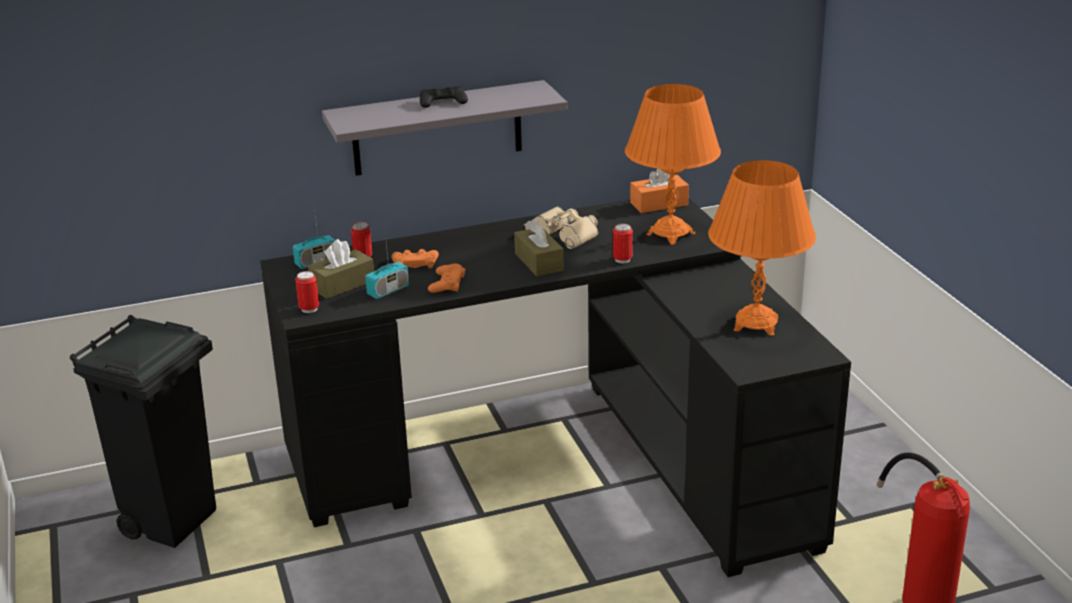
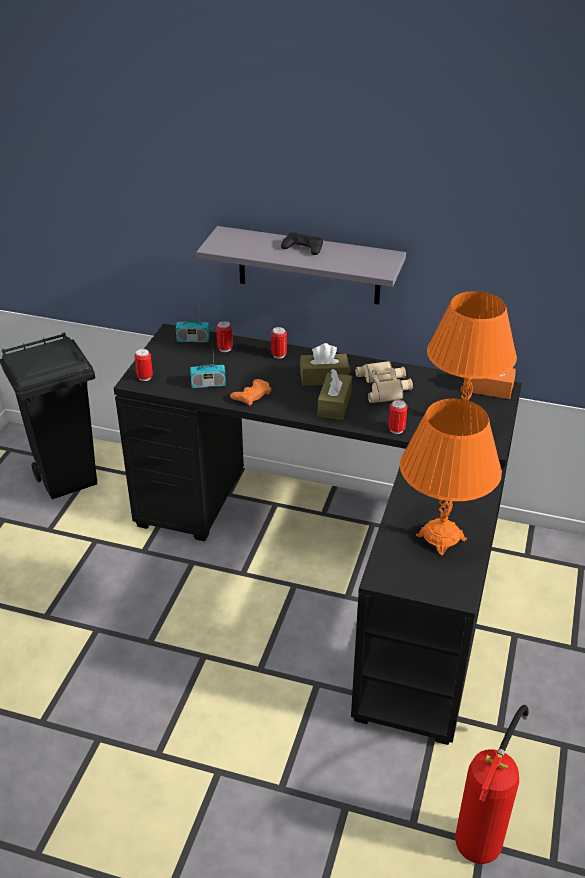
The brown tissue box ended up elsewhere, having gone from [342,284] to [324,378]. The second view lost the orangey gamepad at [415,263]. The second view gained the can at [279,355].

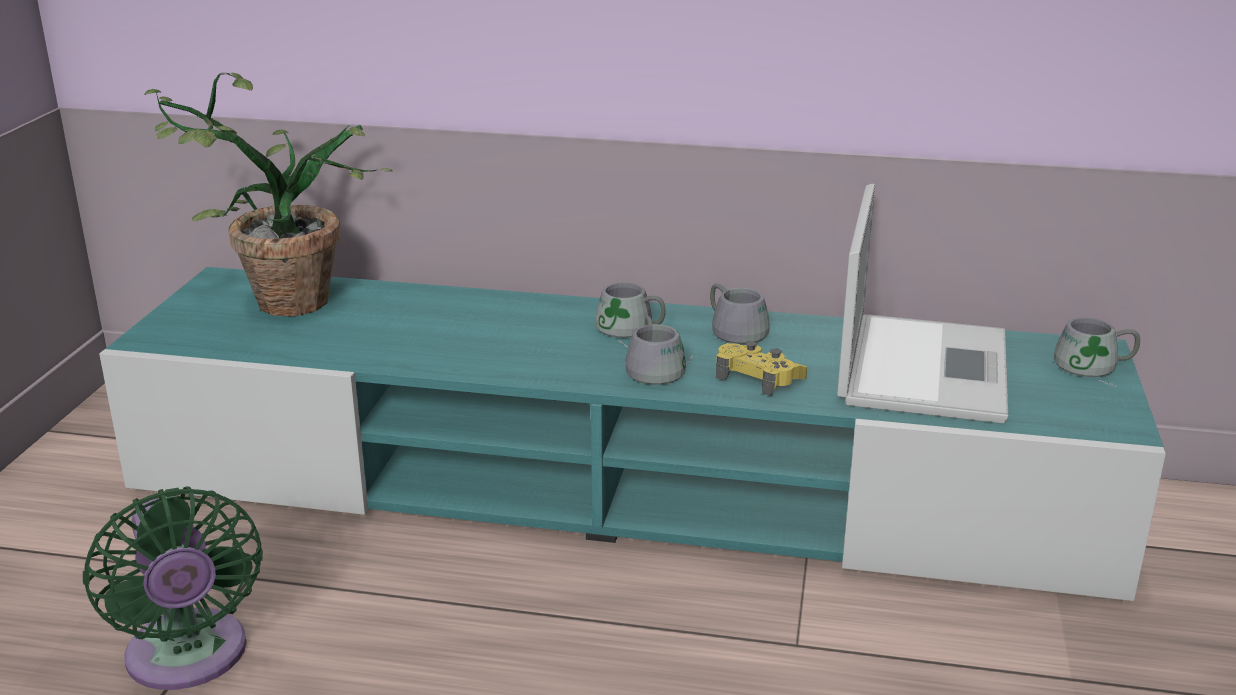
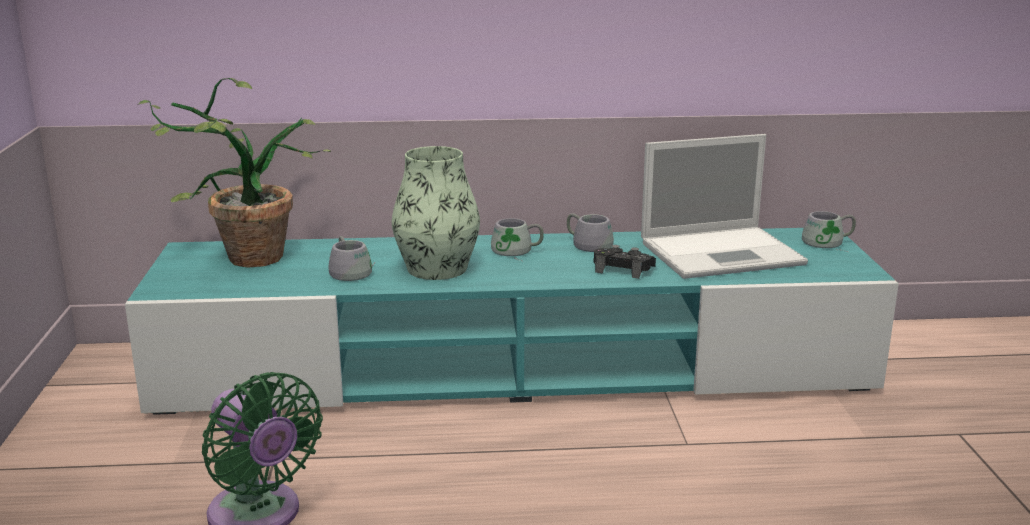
The greyish tea mug ended up elsewhere, having gone from [660,367] to [353,271]. What was the yellow gamepad at [758,377] turned into the black gamepad at [623,269]. The notebook computer at [922,366] ended up facing another way, 75 degrees clockwise from before. The second view gained the decorative vase at [437,268].

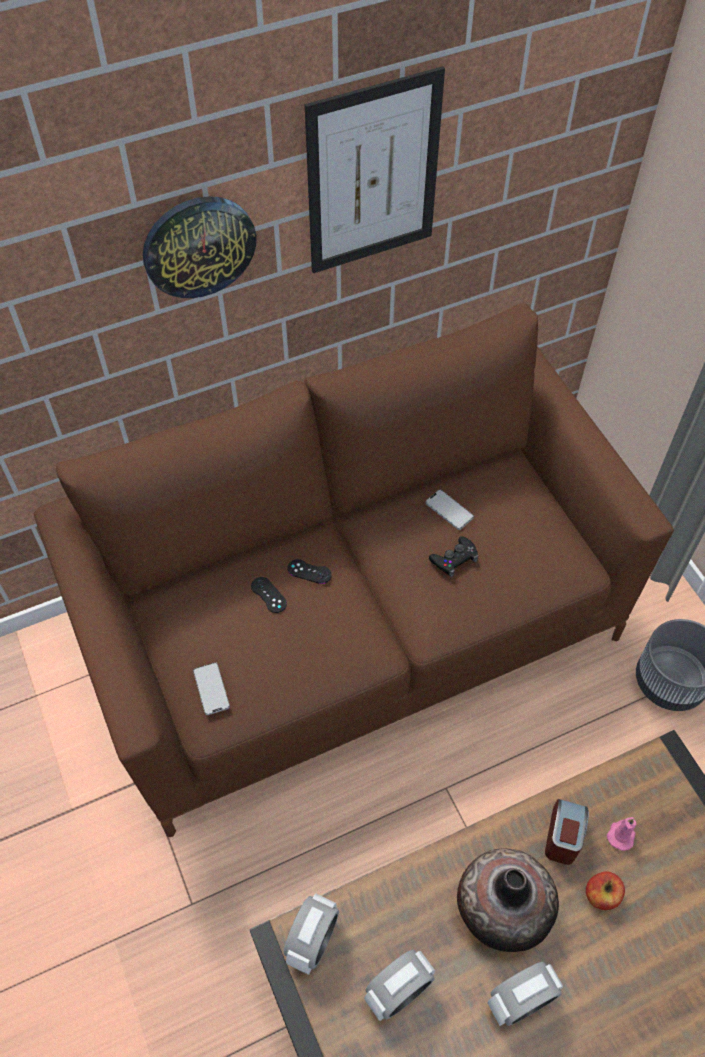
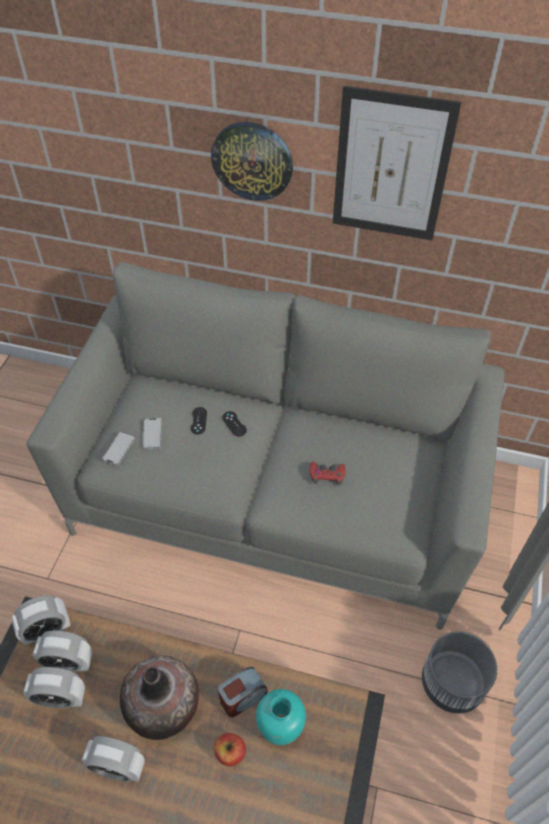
What was the brown settee at [351,626] turned into the greyish settee at [274,496]. The handset ended up elsewhere, having gone from [449,510] to [152,434]. What was the black gamepad at [454,559] turned into the red gamepad at [327,475]. Where the pink wax candle stood at [621,834], the turquoise decorative vase came to stand at [280,728]. The second view gained the table clock at [69,662].

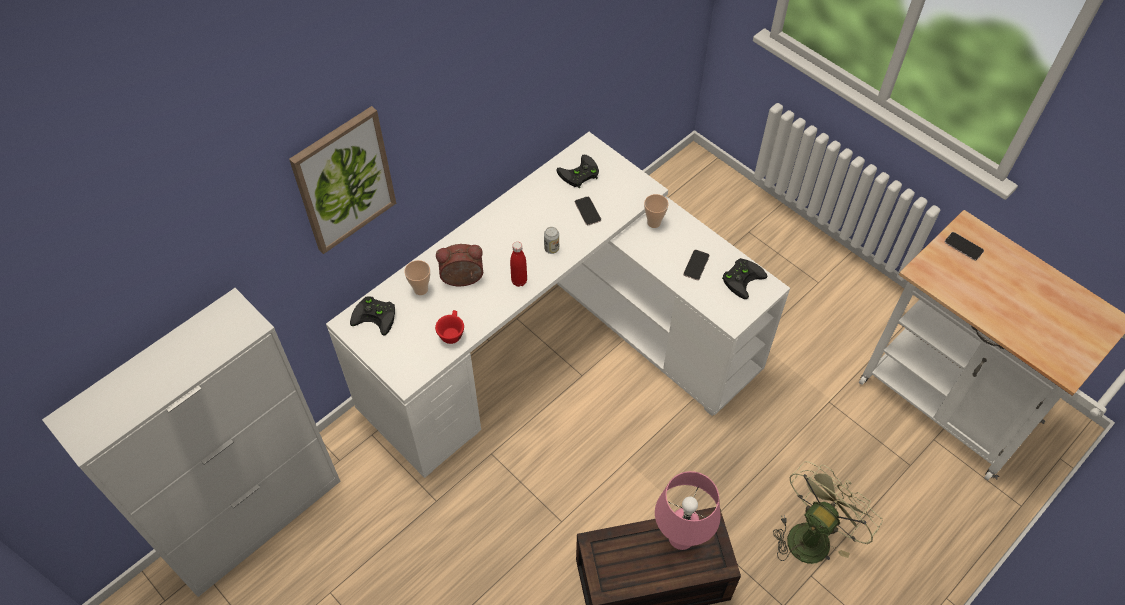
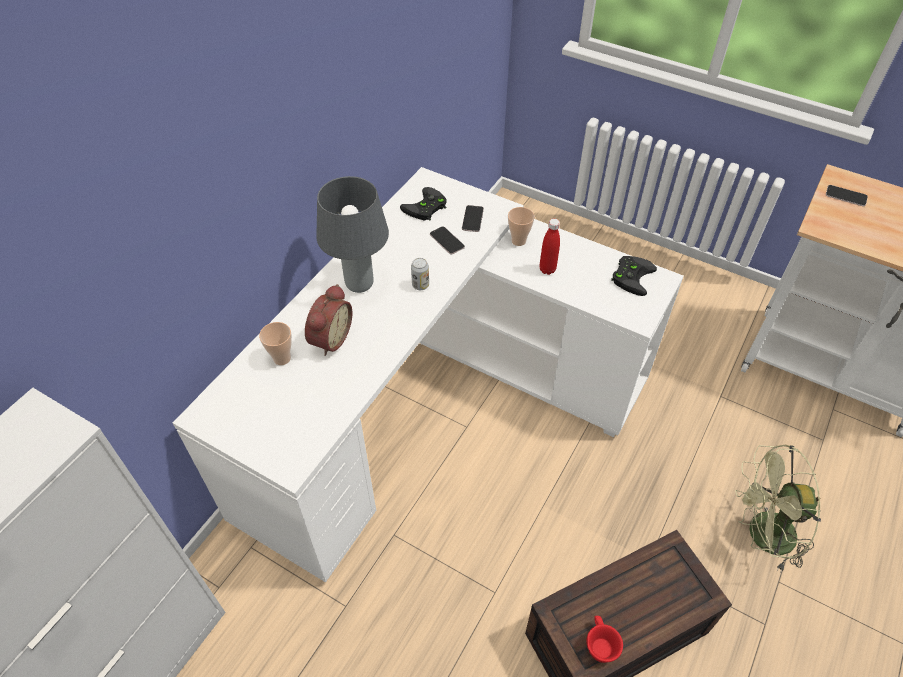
The second view lost the wall picture at [344,180]. The second view lost the black gamepad at [377,316]. The red small cup ended up elsewhere, having gone from [451,332] to [599,644]. The table clock at [462,280] ended up facing another way, 135 degrees clockwise from before. The red bottle ended up elsewhere, having gone from [519,281] to [547,269]. The second view lost the pink tabletop lamp at [680,539]. The handset ended up elsewhere, having gone from [696,265] to [472,219]. The green electric fan at [812,534] ended up facing another way, 120 degrees counterclockwise from before. The second view gained the greyish tabletop lamp at [360,284].

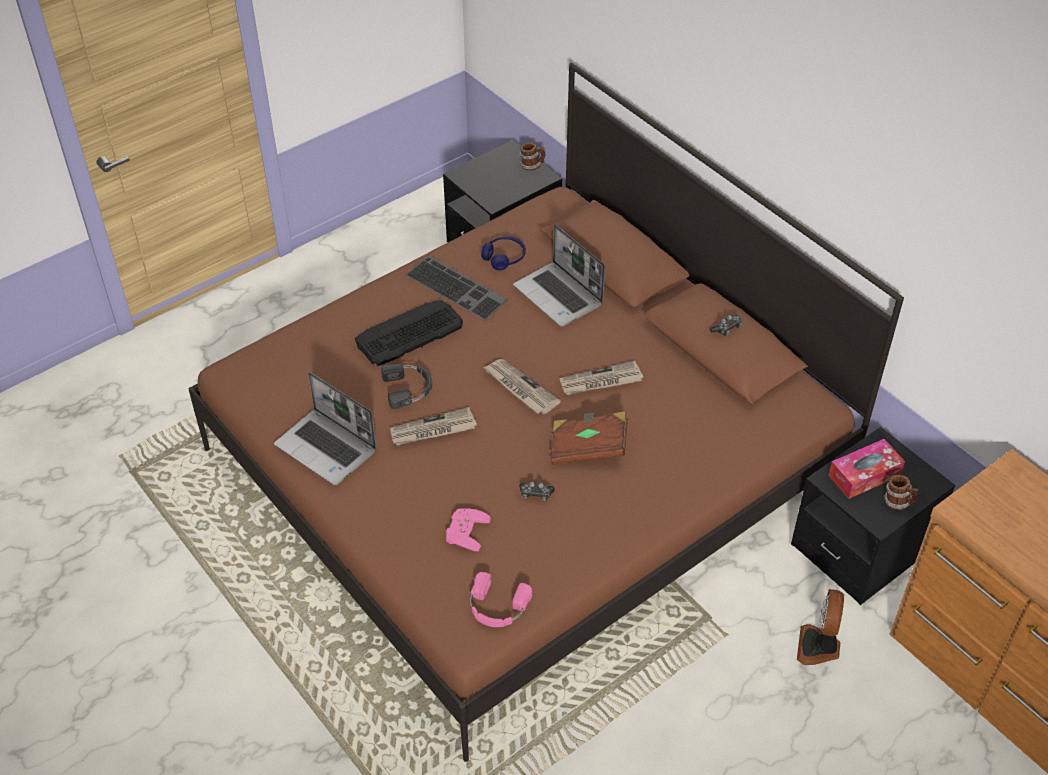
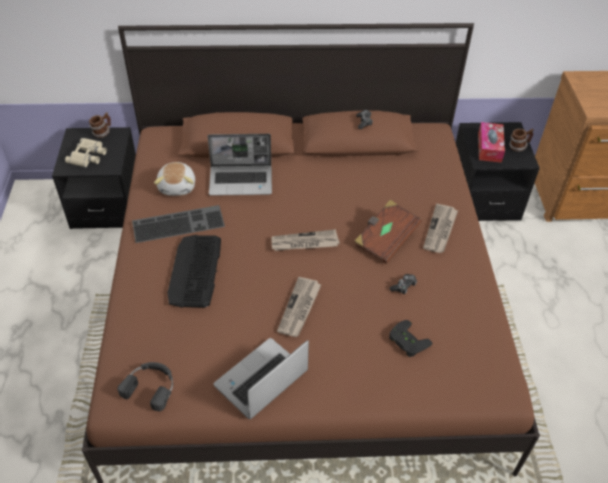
The notebook computer at [327,448] ended up facing another way, 150 degrees clockwise from before. The black headset ended up elsewhere, having gone from [408,388] to [151,386]. What was the pink gamepad at [464,531] turned into the black gamepad at [406,342]. The second view lost the pink headset at [497,607]. Where the bluish headset stood at [504,258], the soft toy came to stand at [178,186]. The daily paper ended up elsewhere, having gone from [600,381] to [440,230]. The second view lost the electric fan at [819,647]. The second view gained the beige field glasses at [88,156].

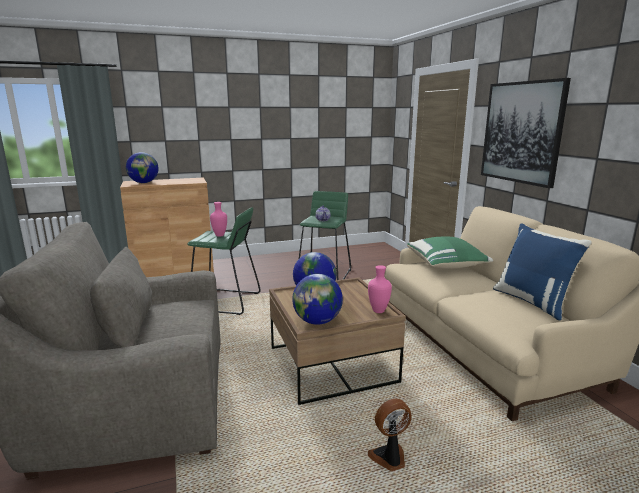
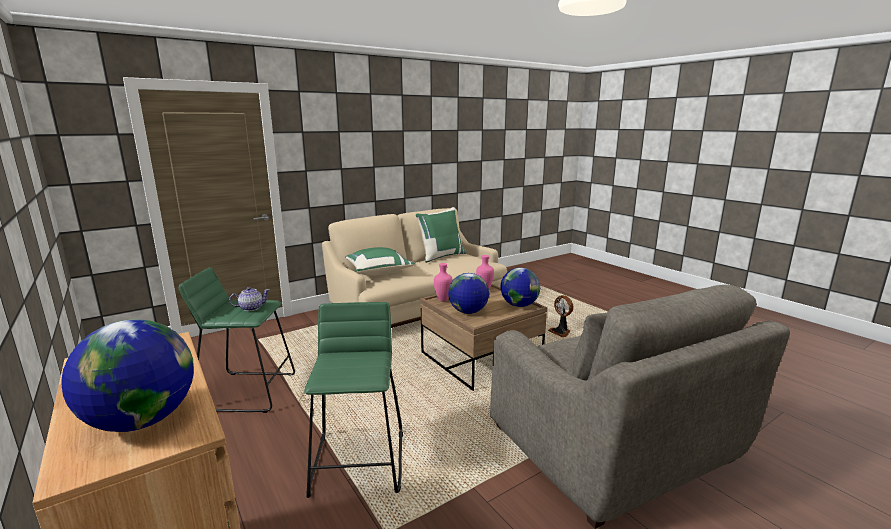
The pink decorative vase ended up elsewhere, having gone from [220,235] to [443,299]. The second view lost the wall picture at [521,132]. What was the bluish pillow at [533,302] turned into the green pillow at [441,256].

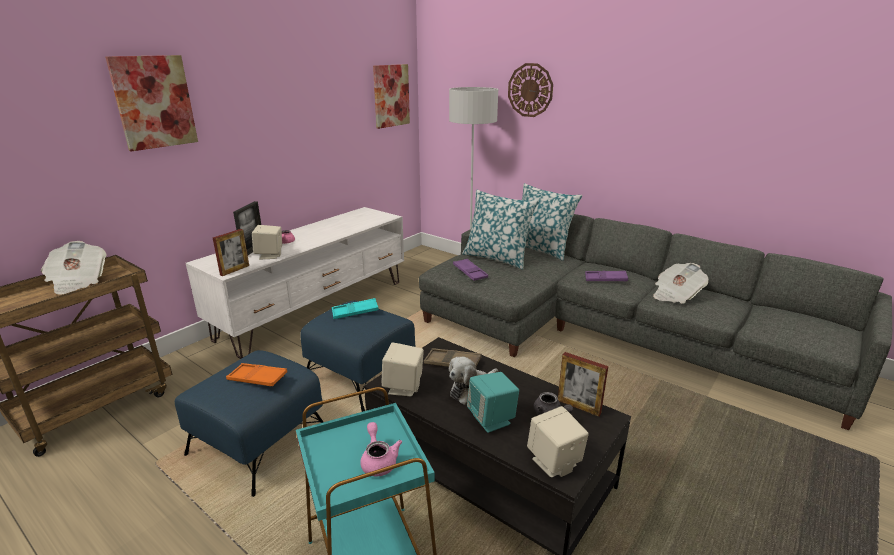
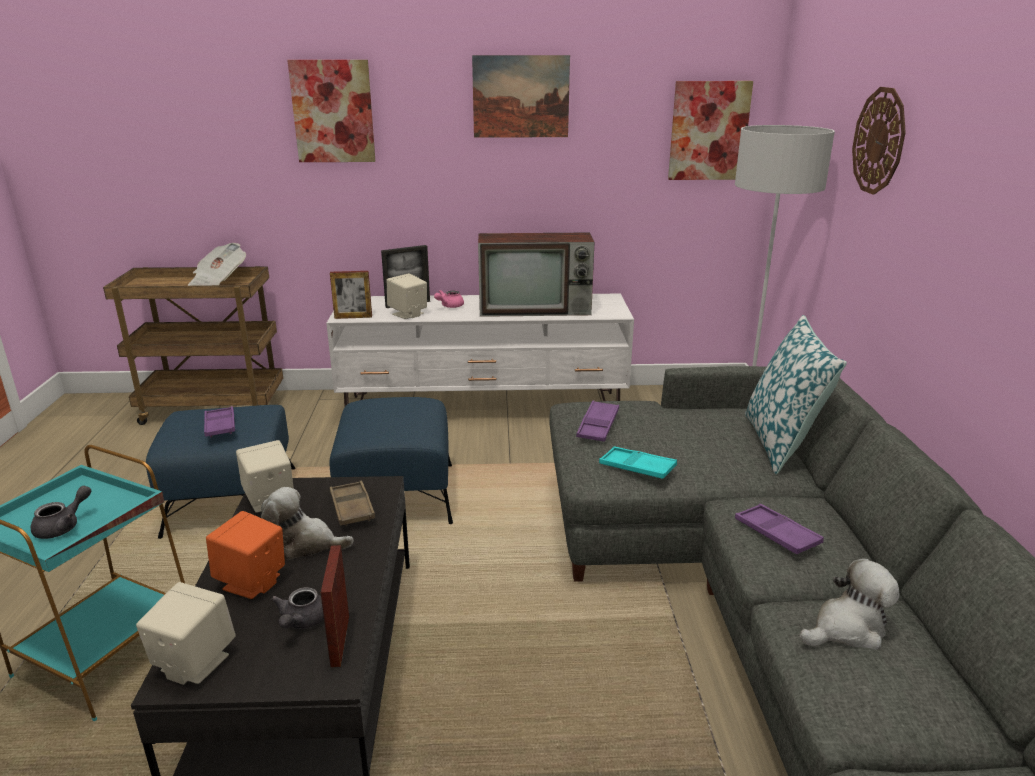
What was the orangey tray at [257,378] turned into the purple tray at [220,426]. The turquoise tray ended up elsewhere, having gone from [355,312] to [637,467]. What was the pink pot for tea at [378,460] turned into the greyish pot for tea at [63,526]. The second view lost the pillow at [497,258]. What was the turquoise audio speaker at [492,419] turned into the orangey audio speaker at [252,582]. Where the daily paper stood at [676,295], the soft toy came to stand at [847,629]. The second view gained the wall picture at [521,97]. The second view gained the television at [536,309].

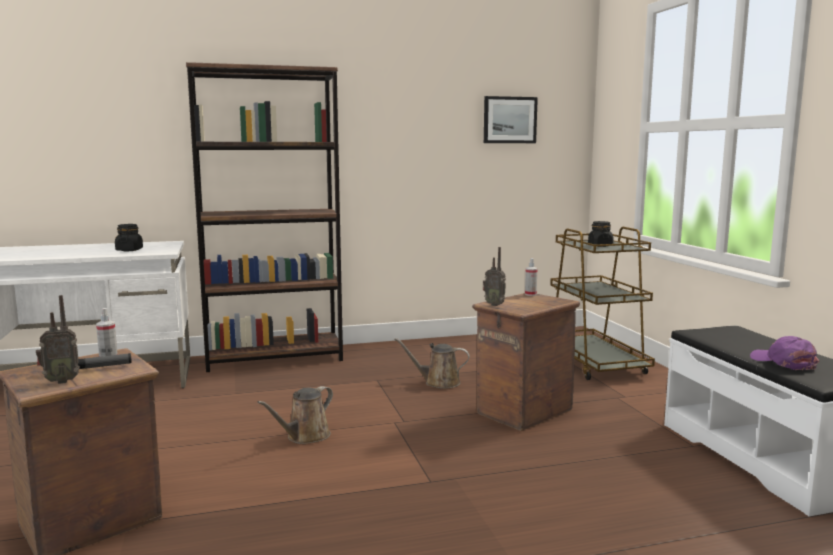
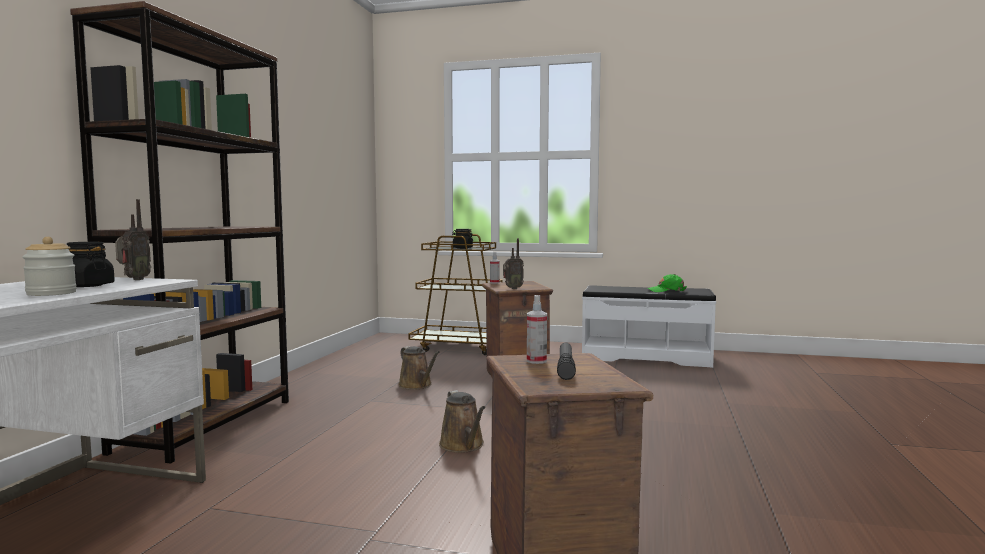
The radio receiver ended up elsewhere, having gone from [60,381] to [133,280]. The brown watering can at [438,382] ended up facing another way, 75 degrees counterclockwise from before. The second view lost the wall picture at [509,120]. What was the purple baseball cap at [783,362] turned into the green baseball cap at [666,291]. The second view gained the jar at [51,293].

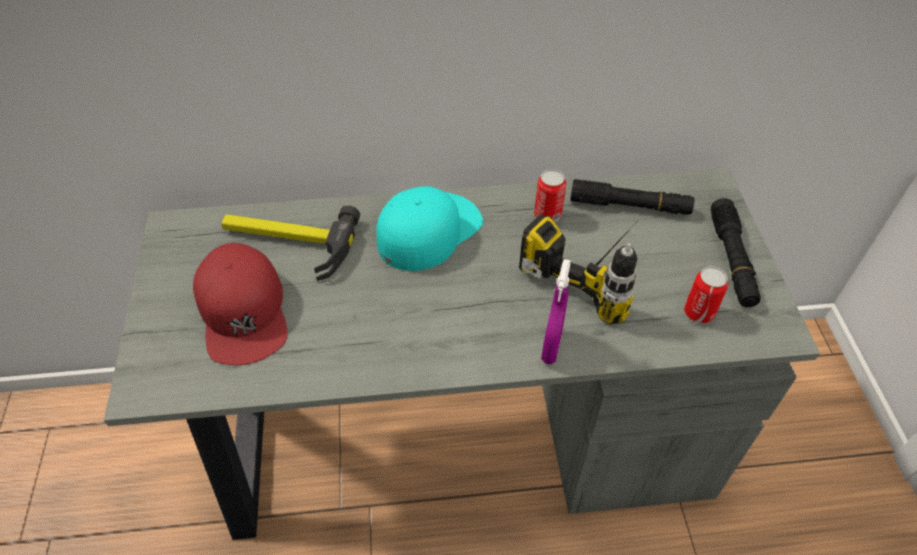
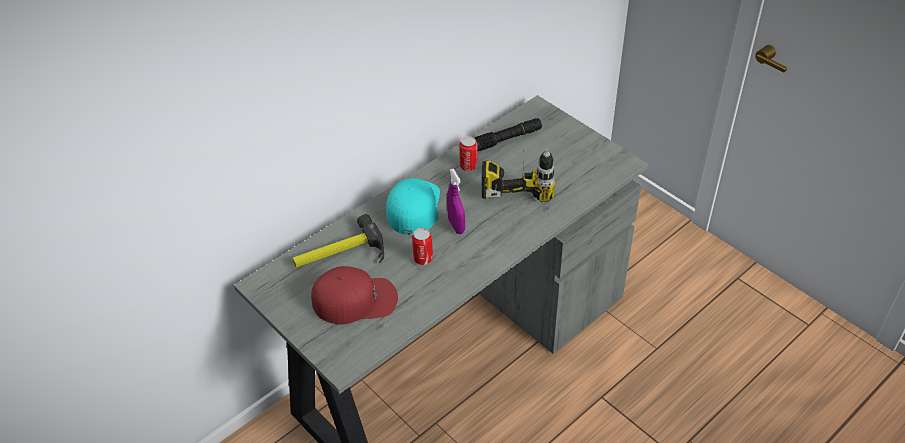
The red baseball cap at [243,311] ended up facing another way, 45 degrees counterclockwise from before. The purple hand sprayer ended up elsewhere, having gone from [551,347] to [456,226]. The can ended up elsewhere, having gone from [698,312] to [423,258]. The second view lost the black hand torch at [731,259].

